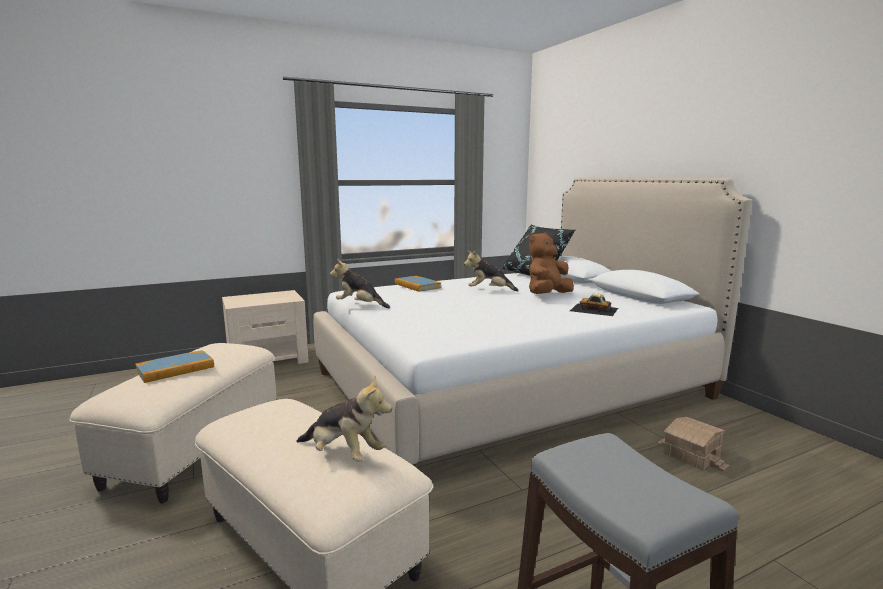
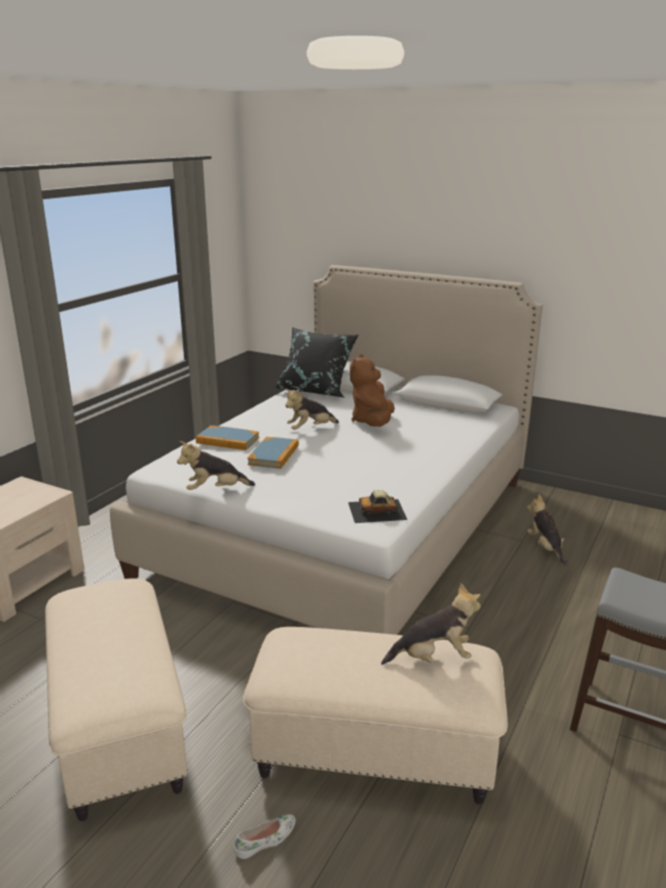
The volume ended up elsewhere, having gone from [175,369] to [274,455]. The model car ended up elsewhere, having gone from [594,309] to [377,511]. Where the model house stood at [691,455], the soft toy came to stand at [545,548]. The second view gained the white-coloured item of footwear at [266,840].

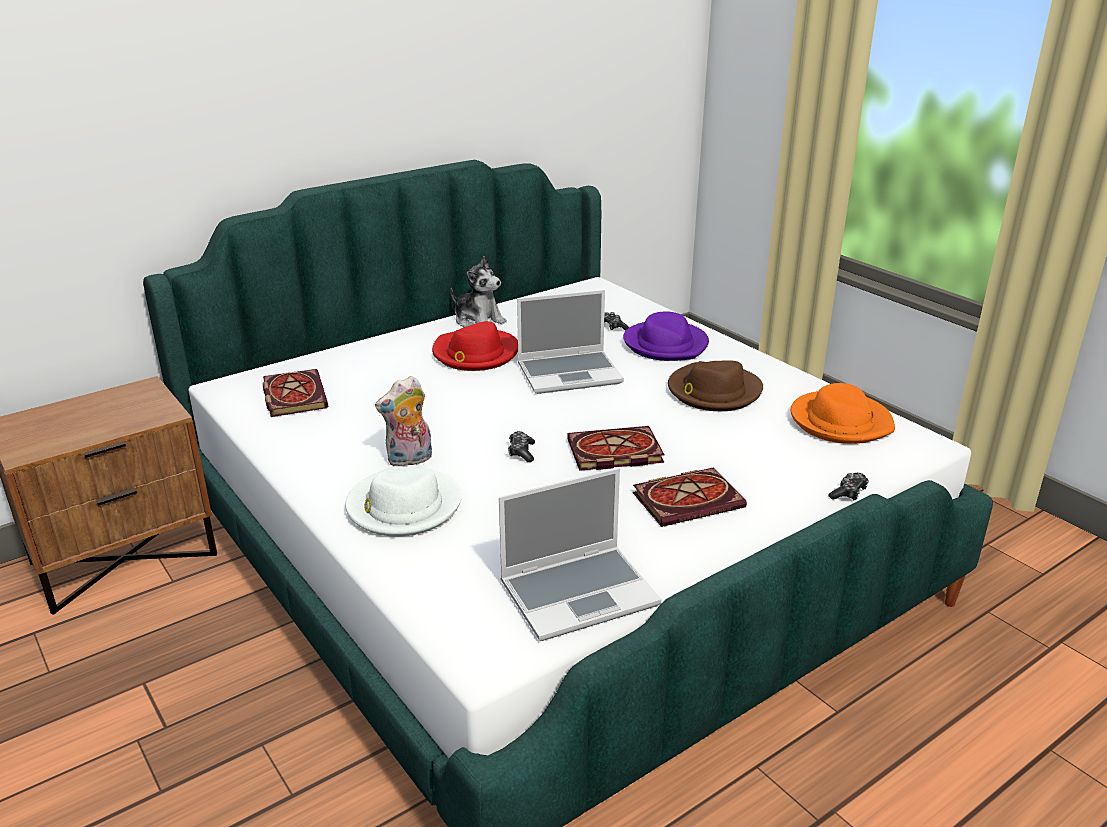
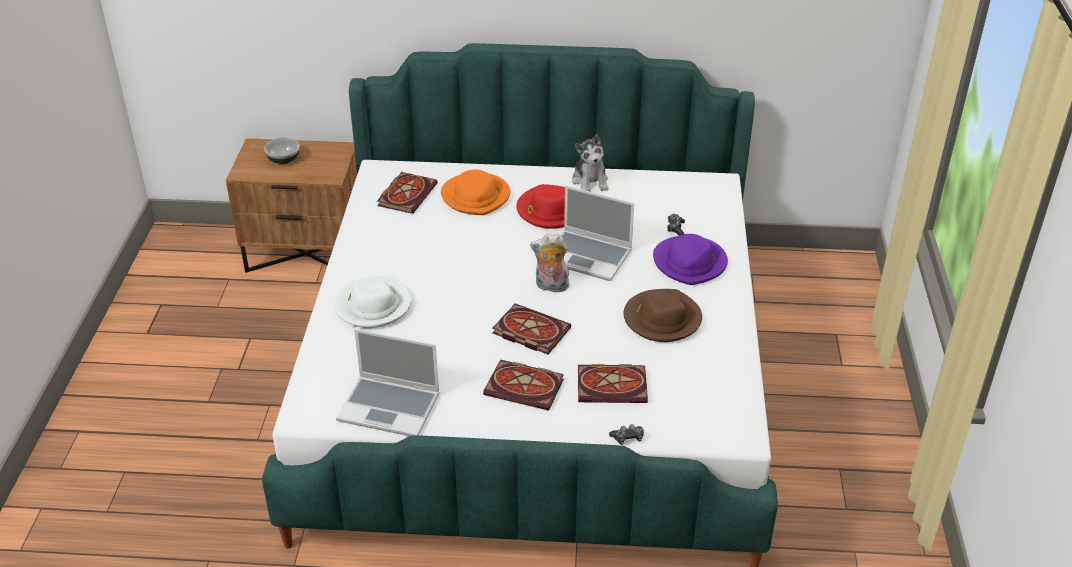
The soft toy ended up elsewhere, having gone from [409,460] to [550,287]. The second view lost the gamepad at [521,452]. The orangey clothing hat ended up elsewhere, having gone from [840,421] to [476,196]. The second view gained the deep dish at [284,159]. The second view gained the volume at [613,386].

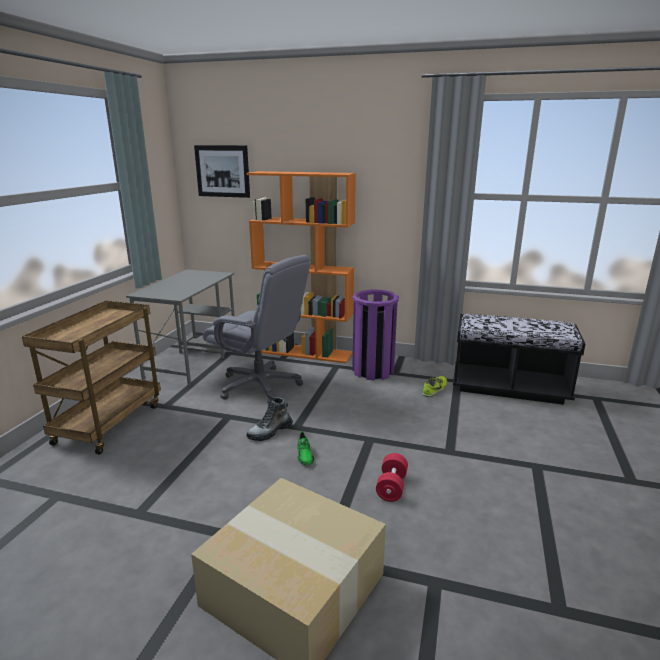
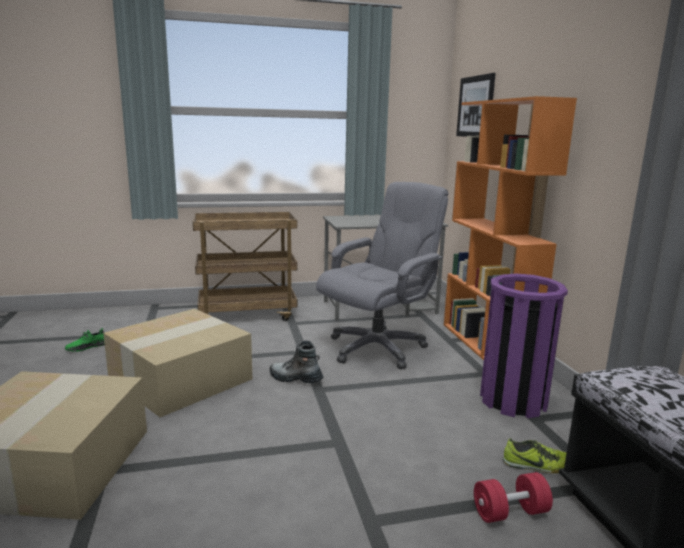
The greyish desk chair at [260,386] ended up facing another way, 135 degrees counterclockwise from before. The green item of footwear ended up elsewhere, having gone from [304,455] to [87,347]. The red hand weight ended up elsewhere, having gone from [391,487] to [510,512]. The second view gained the carton at [181,378].

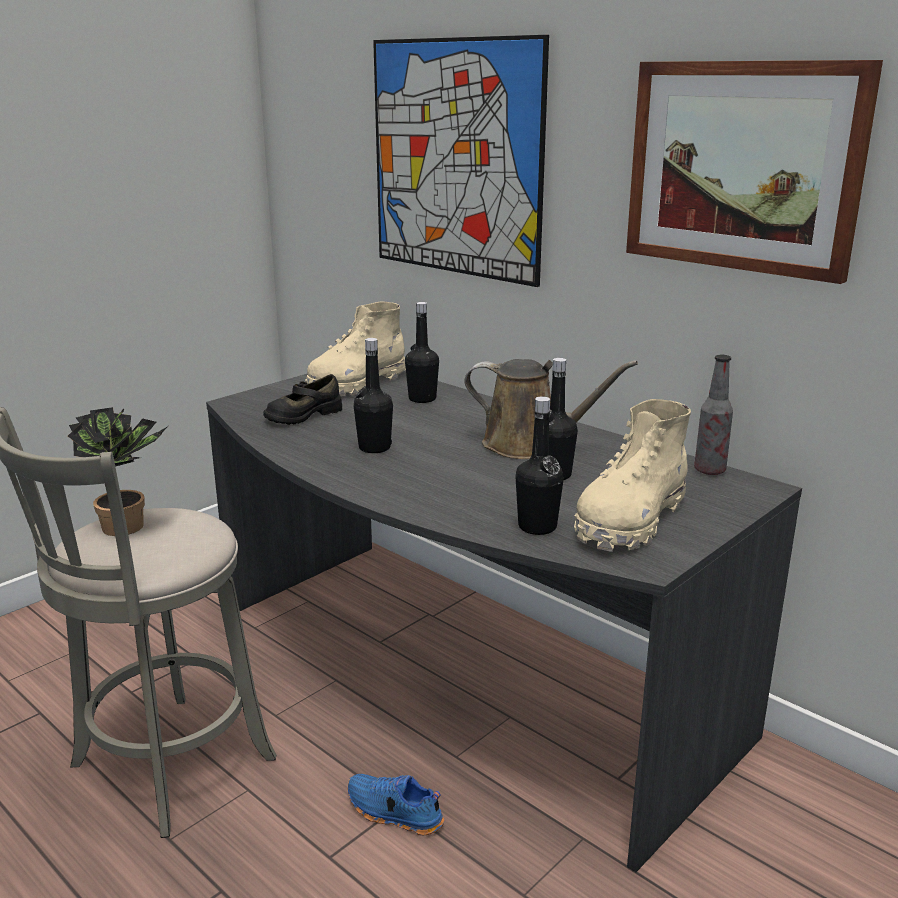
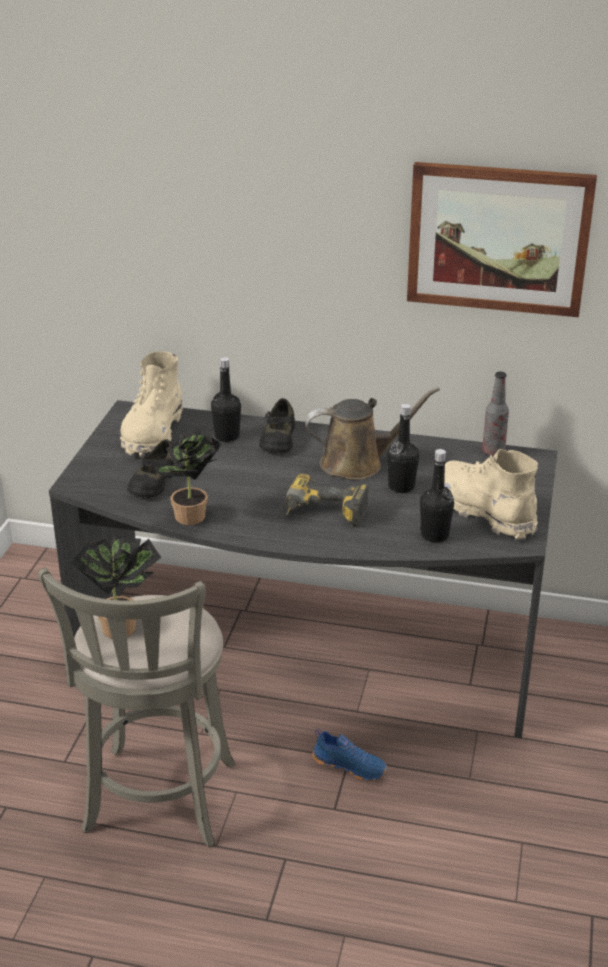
The bluish item of footwear at [393,814] ended up facing another way, 150 degrees counterclockwise from before. The second view lost the black bottle at [374,448]. The second view lost the wall picture at [455,159]. The beige high-top boot at [630,521] ended up facing another way, 135 degrees clockwise from before. The second view gained the houseplant at [191,519]. The second view gained the black item of footwear at [278,439]. The second view gained the electric drill at [323,515].

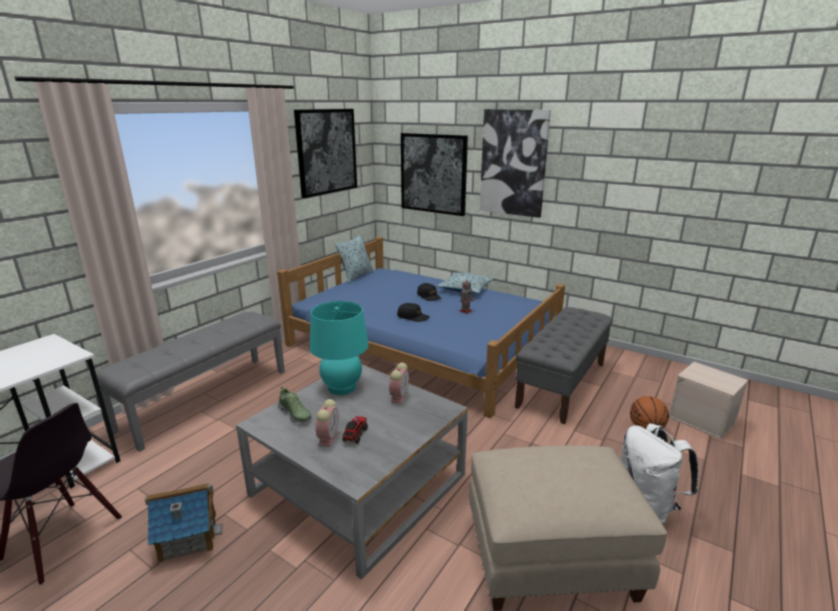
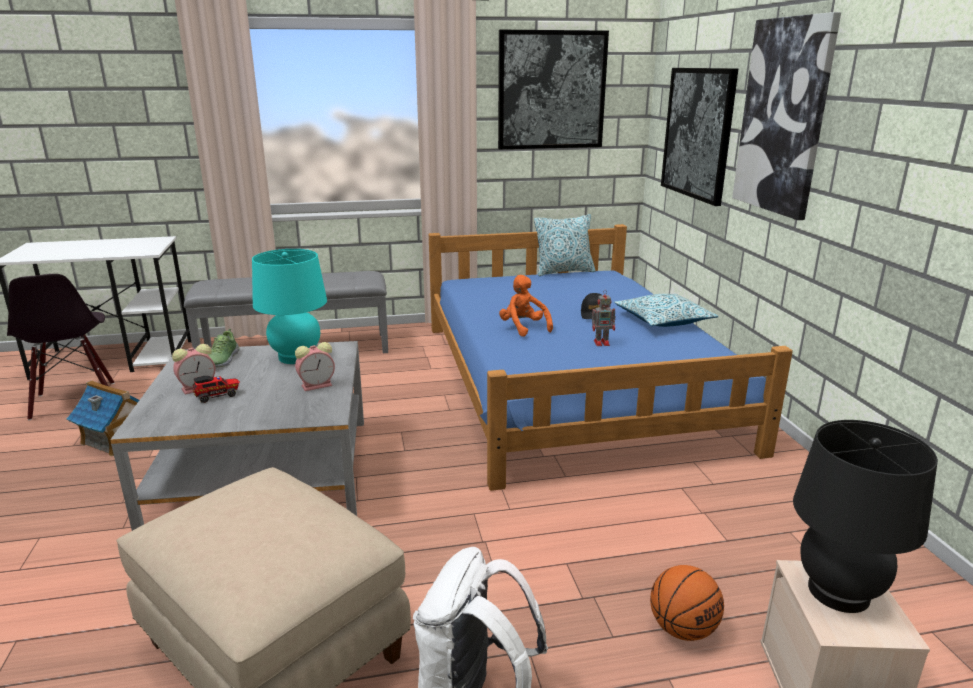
Where the black baseball cap stood at [413,317], the orangey soft toy came to stand at [523,328]. The second view lost the greyish bench at [562,384]. The second view gained the black tabletop lamp at [838,592].

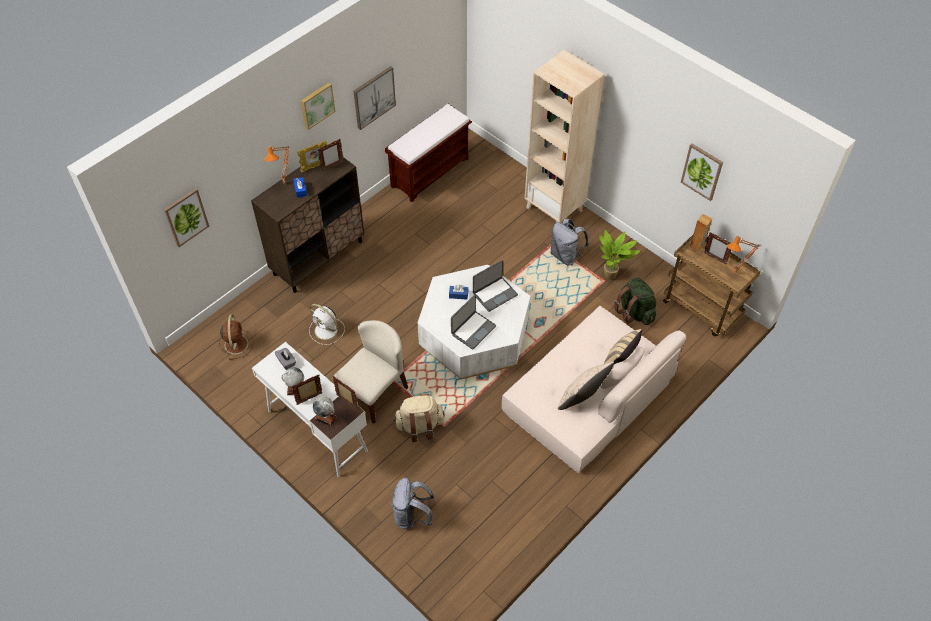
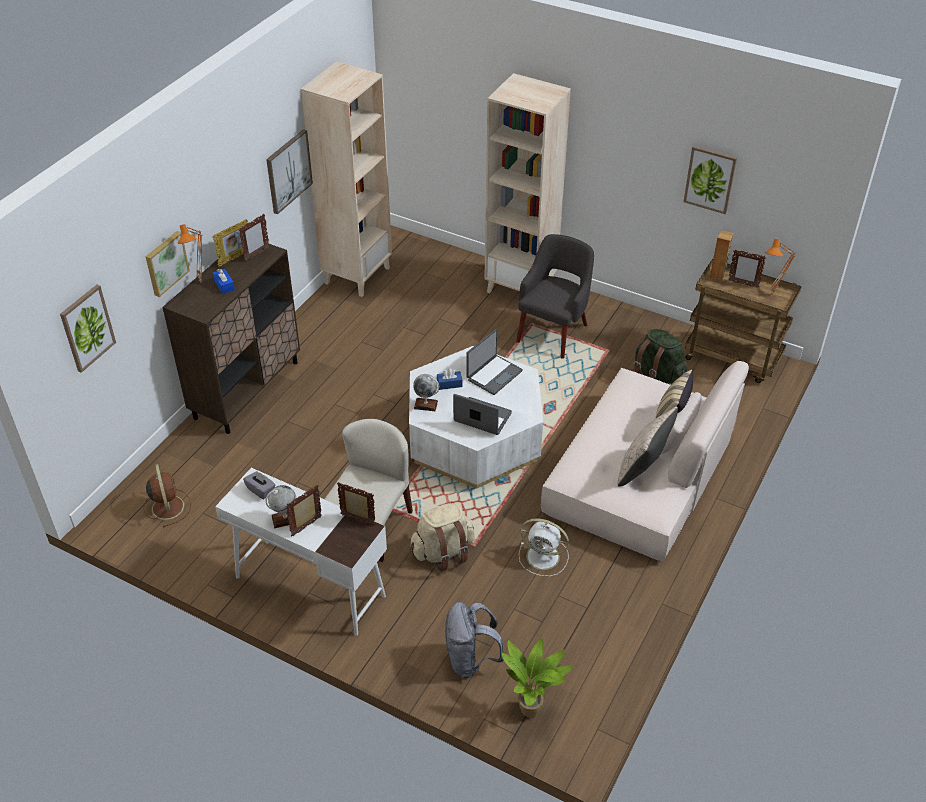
The wall picture ended up elsewhere, having gone from [317,105] to [165,263]. The white-coloured electric fan ended up elsewhere, having gone from [327,331] to [544,557]. The desk globe ended up elsewhere, having gone from [326,418] to [426,405]. Where the brown bench stood at [430,172], the beige bookcase came to stand at [357,275]. The notebook computer at [473,330] ended up facing another way, 90 degrees counterclockwise from before. Where the greyish rucksack stood at [566,255], the greyish lounge chair came to stand at [553,332]. The houseplant ended up elsewhere, having gone from [611,275] to [532,709].

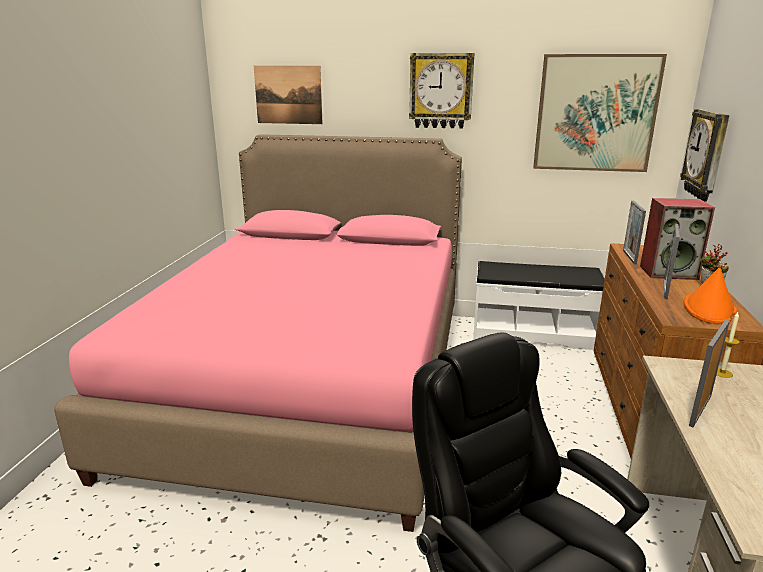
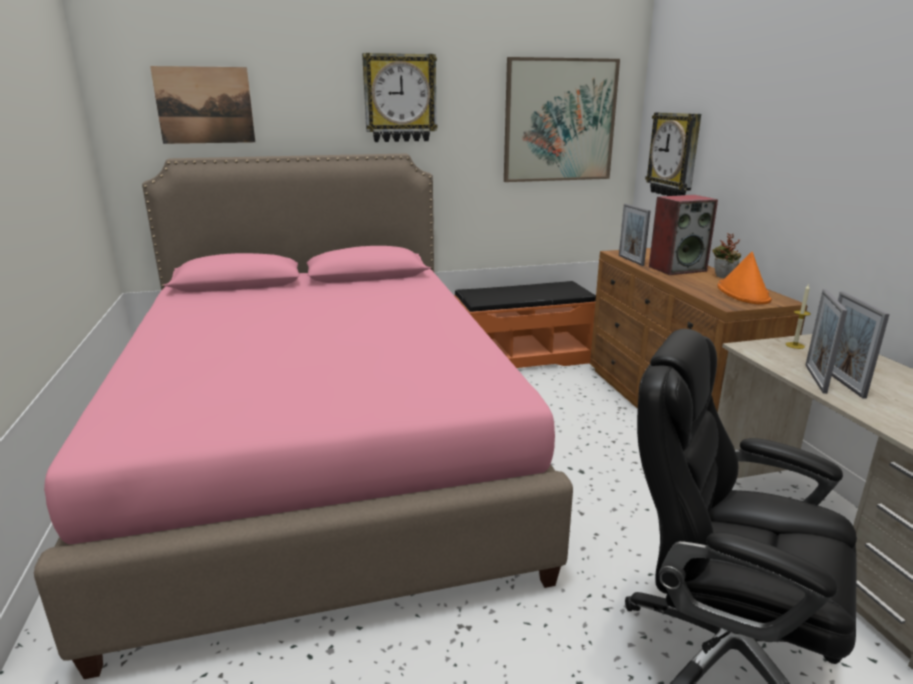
What was the white-coloured bench at [533,333] turned into the orangey bench at [521,358]. The photo frame ended up elsewhere, having gone from [665,289] to [842,382].

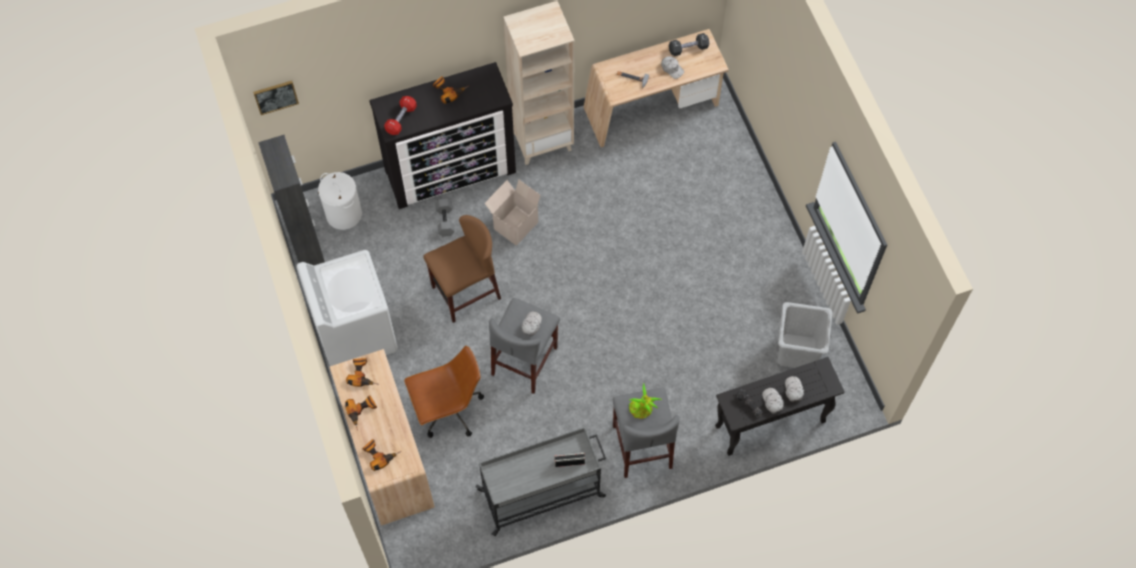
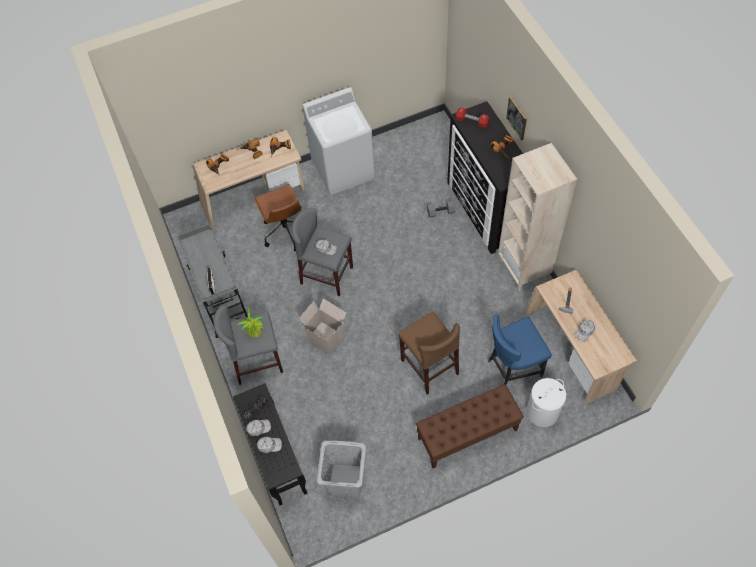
The wall picture ended up elsewhere, having gone from [275,96] to [517,118]. The second view lost the black storage cabinet at [306,246]. The white-coloured laundry basket ended up elsewhere, having gone from [343,213] to [542,412]. The brown stool seat ended up elsewhere, having gone from [465,292] to [429,366]. The carton ended up elsewhere, having gone from [515,224] to [327,337]. The second view lost the black hand weight at [688,48]. The second view gained the brown bench at [467,434]. The second view gained the bluish chair at [513,367].

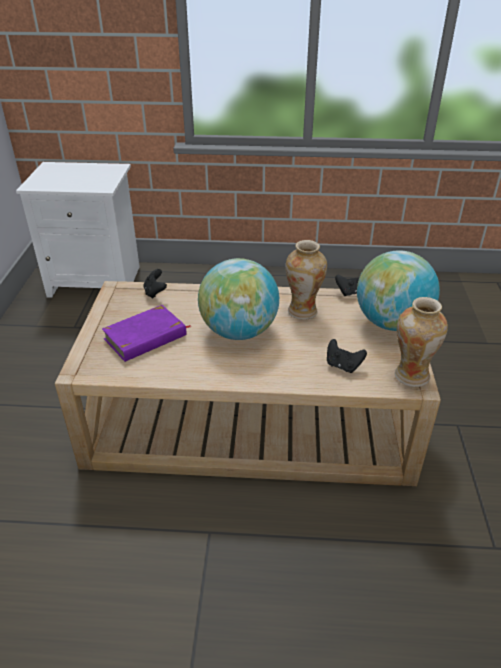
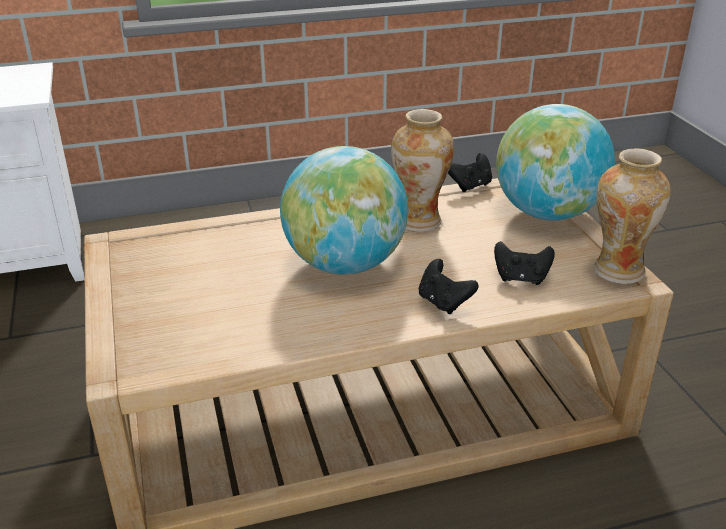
The second view lost the purple volume at [146,337]. The black gamepad ended up elsewhere, having gone from [155,292] to [443,303].

